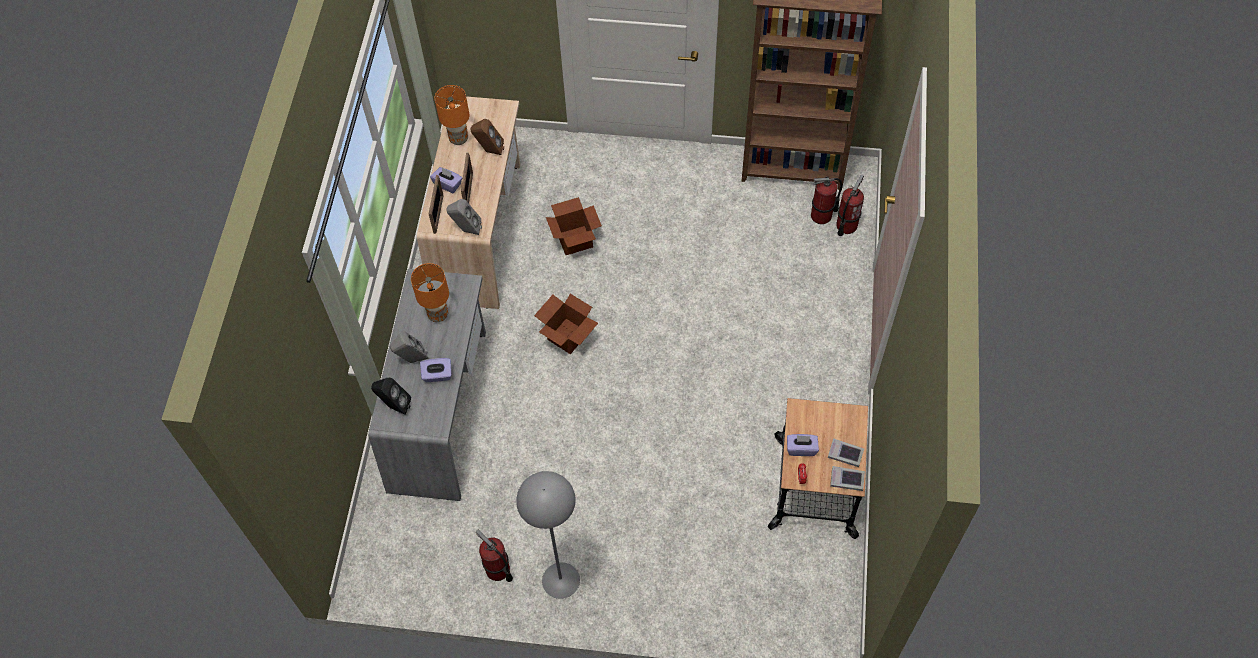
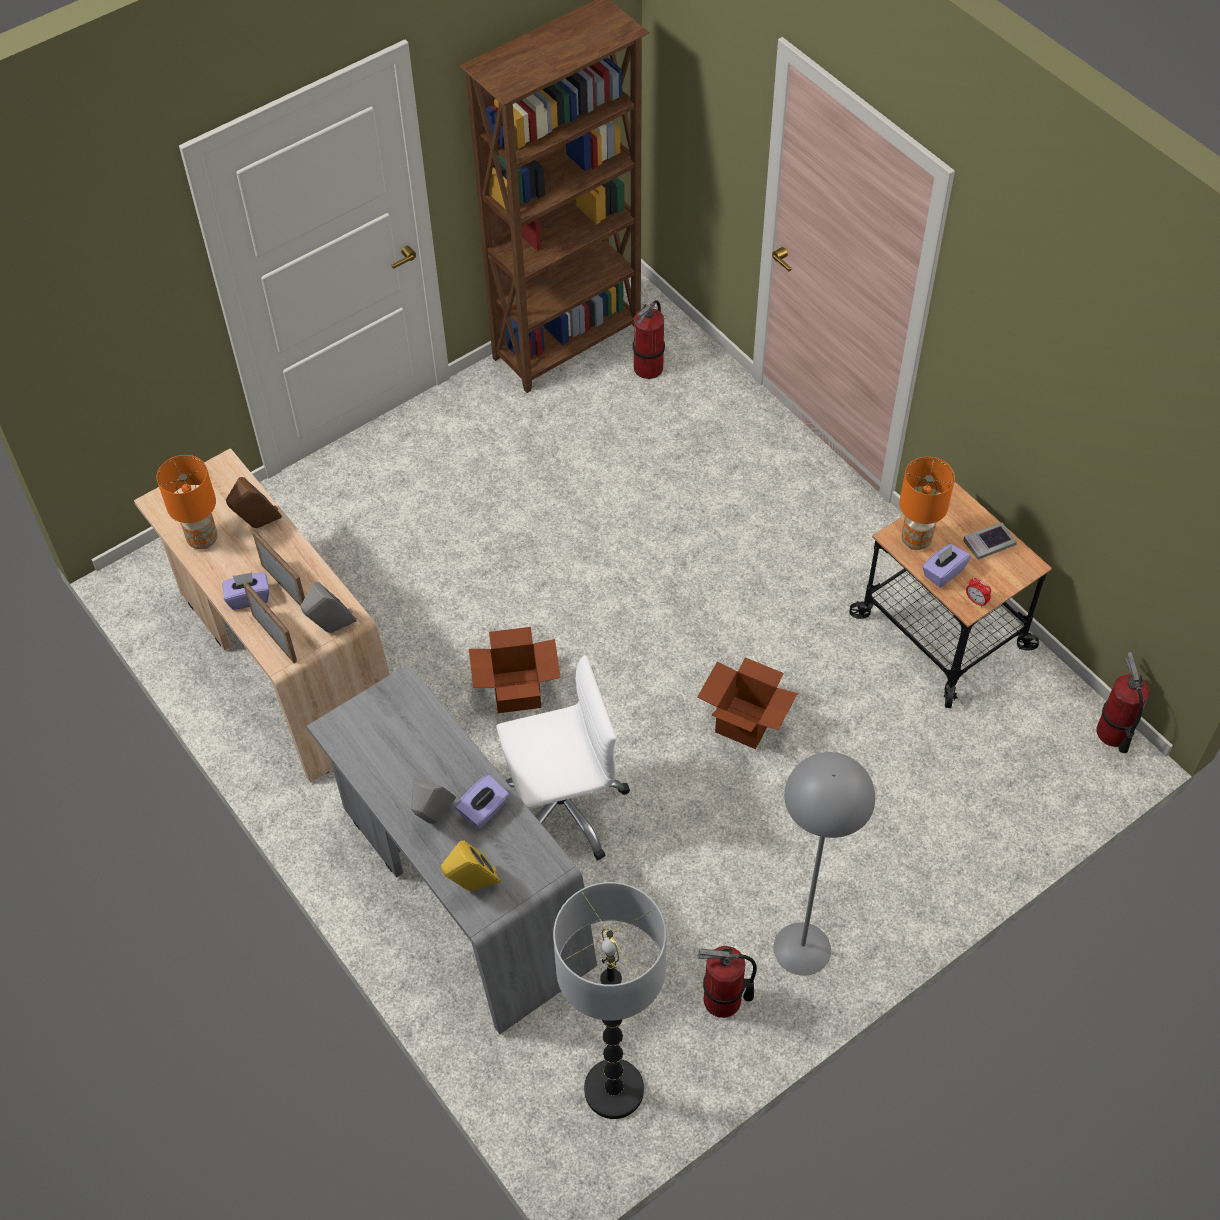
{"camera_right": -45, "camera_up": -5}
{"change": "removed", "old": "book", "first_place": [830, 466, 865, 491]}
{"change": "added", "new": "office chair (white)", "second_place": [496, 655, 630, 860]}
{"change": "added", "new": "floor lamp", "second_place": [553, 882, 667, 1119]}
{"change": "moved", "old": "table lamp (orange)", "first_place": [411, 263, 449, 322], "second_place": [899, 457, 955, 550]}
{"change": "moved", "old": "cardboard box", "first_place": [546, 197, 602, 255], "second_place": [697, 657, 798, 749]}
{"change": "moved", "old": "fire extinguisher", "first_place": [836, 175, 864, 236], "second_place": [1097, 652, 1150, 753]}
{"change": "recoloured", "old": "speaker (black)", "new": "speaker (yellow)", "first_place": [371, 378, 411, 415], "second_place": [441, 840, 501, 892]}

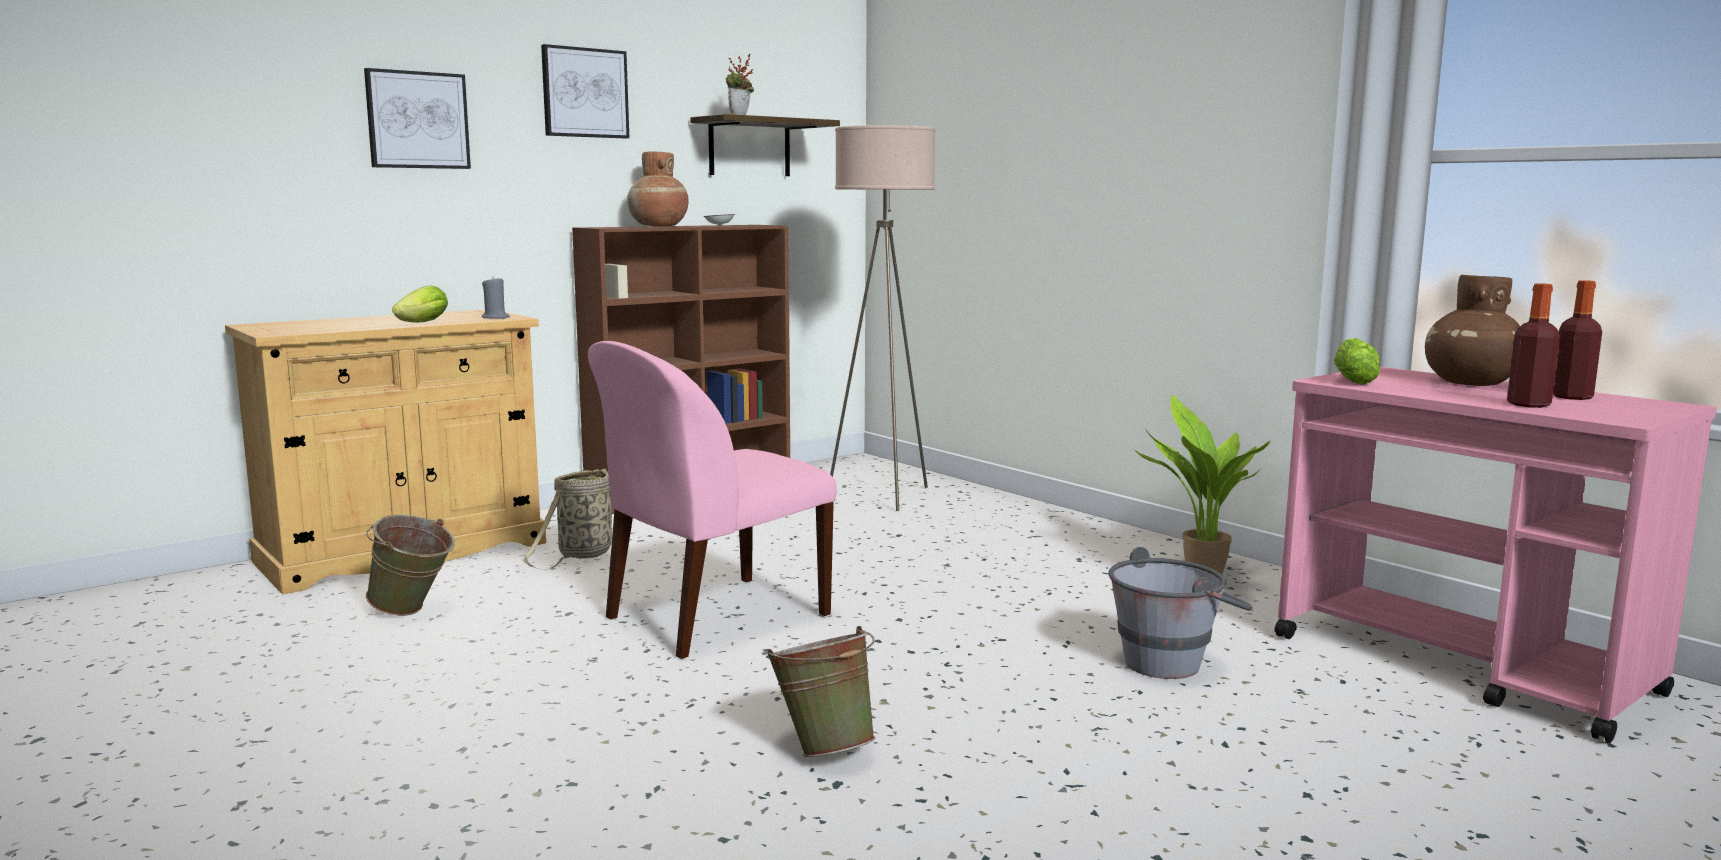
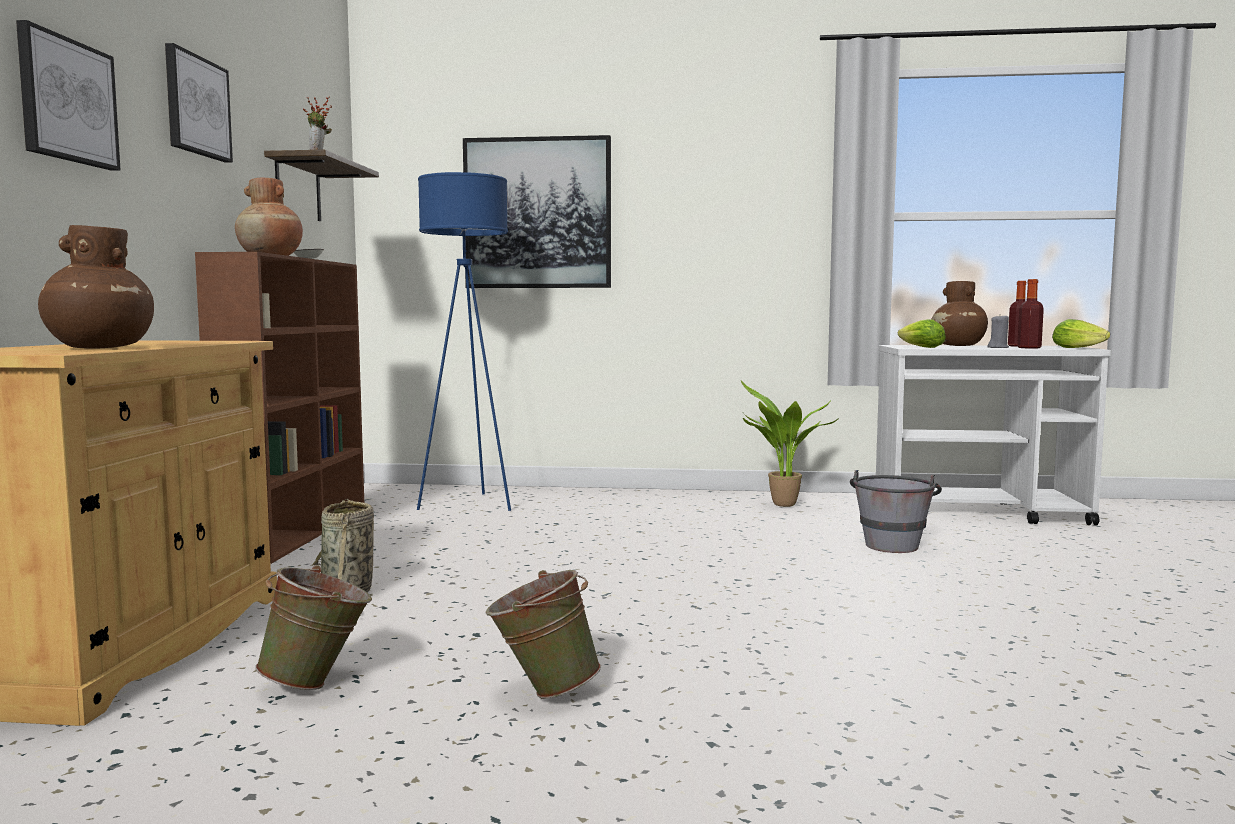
{"camera_right": -45, "camera_up": -5}
{"change": "removed", "old": "chair (pink)", "first_place": [588, 341, 837, 659]}
{"change": "added", "new": "vase (brown)", "second_place": [38, 225, 154, 349]}
{"change": "added", "new": "picture", "second_place": [463, 135, 611, 288]}
{"change": "moved", "old": "lettuce", "first_place": [392, 285, 448, 323], "second_place": [1052, 319, 1110, 348]}
{"change": "moved", "old": "candle (grey)", "first_place": [482, 276, 510, 319], "second_place": [987, 315, 1009, 348]}
{"change": "moved", "old": "bucket (green)", "first_place": [766, 626, 875, 757], "second_place": [486, 570, 601, 699]}
{"change": "recoloured", "old": "floor lamp (beige)", "new": "floor lamp (blue)", "first_place": [830, 125, 936, 511], "second_place": [417, 172, 511, 511]}
{"change": "recoloured", "old": "cart (pink)", "new": "cart (white)", "first_place": [1274, 367, 1717, 743], "second_place": [876, 345, 1111, 526]}

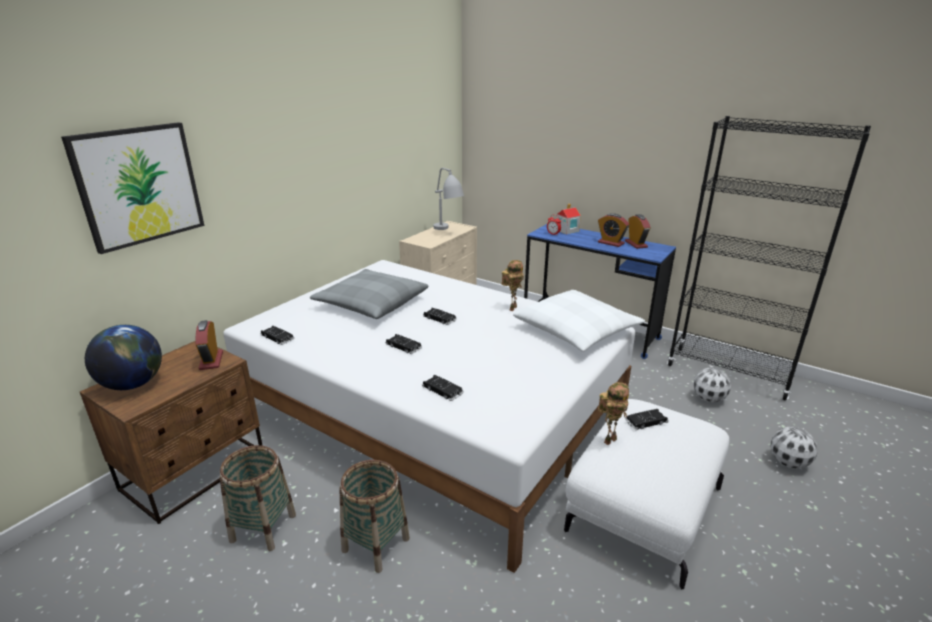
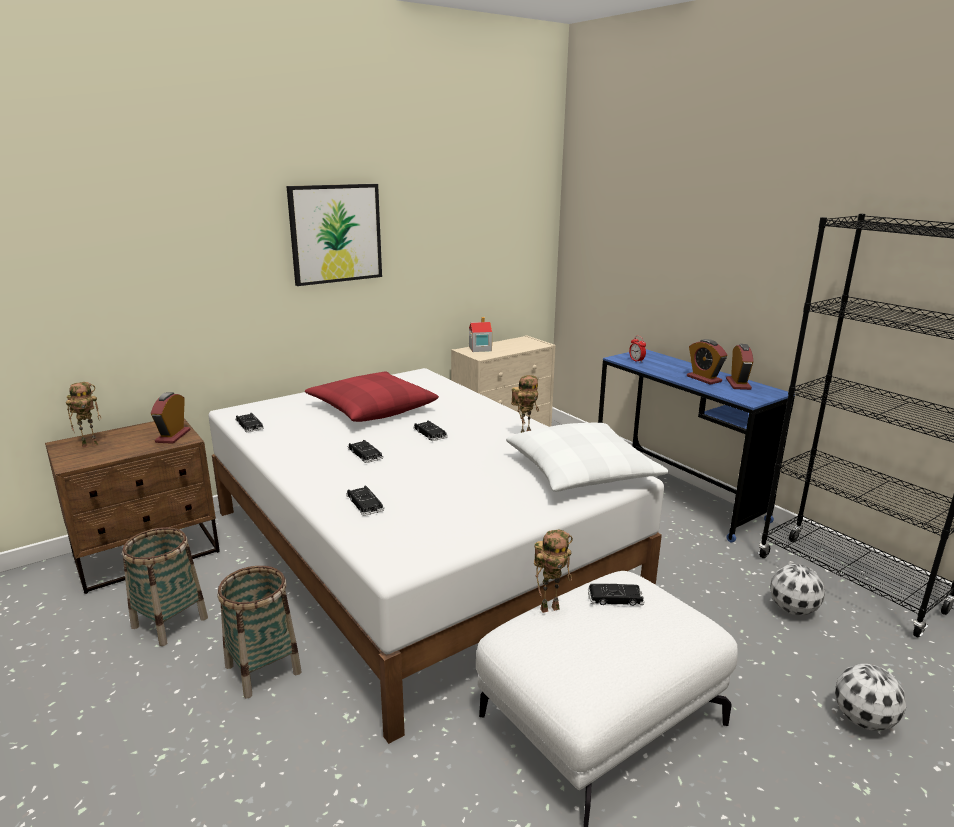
{"camera_right": 20, "camera_up": -5}
{"change": "removed", "old": "table lamp (grey)", "first_place": [434, 168, 464, 230]}
{"change": "moved", "old": "picture", "first_place": [61, 122, 205, 254], "second_place": [286, 184, 382, 286]}
{"change": "moved", "old": "toy house", "first_place": [557, 204, 581, 234], "second_place": [469, 317, 492, 352]}
{"change": "replaced", "old": "globe", "new": "toy robot", "first_place": [85, 325, 162, 390], "second_place": [66, 382, 101, 448]}
{"change": "recoloured", "old": "pillow (grey)", "new": "pillow (red)", "first_place": [310, 269, 429, 319], "second_place": [305, 371, 439, 422]}

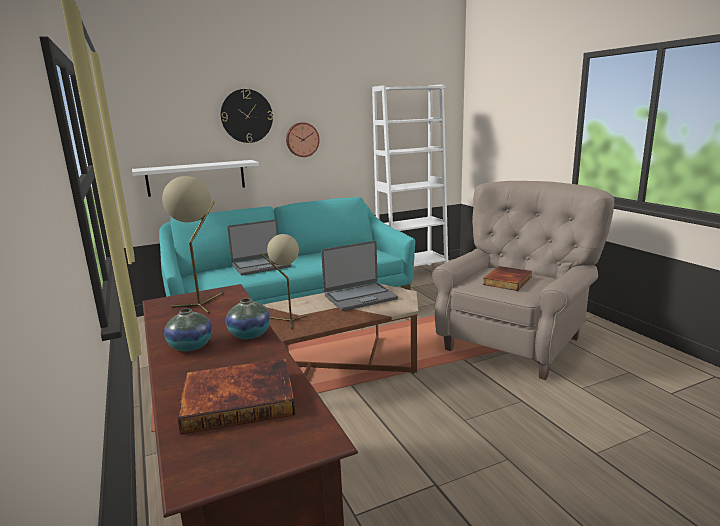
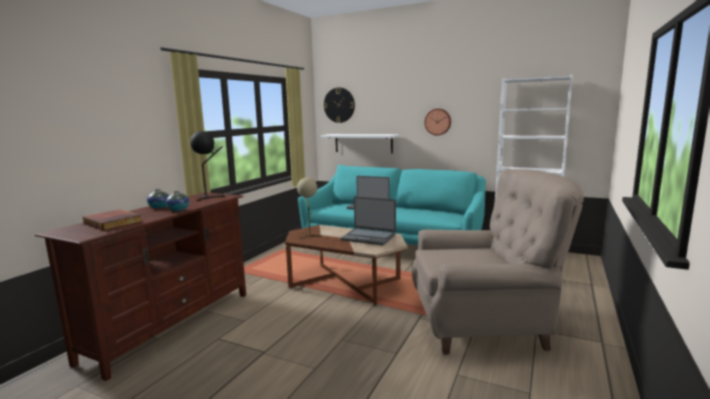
{"camera_right": 50, "camera_up": -5}
{"change": "removed", "old": "book", "first_place": [483, 266, 532, 291]}
{"change": "moved", "old": "wall clock", "first_place": [221, 89, 273, 143], "second_place": [323, 88, 355, 123]}
{"change": "recoloured", "old": "table lamp (beige)", "new": "table lamp (black)", "first_place": [162, 176, 224, 314], "second_place": [190, 131, 225, 201]}

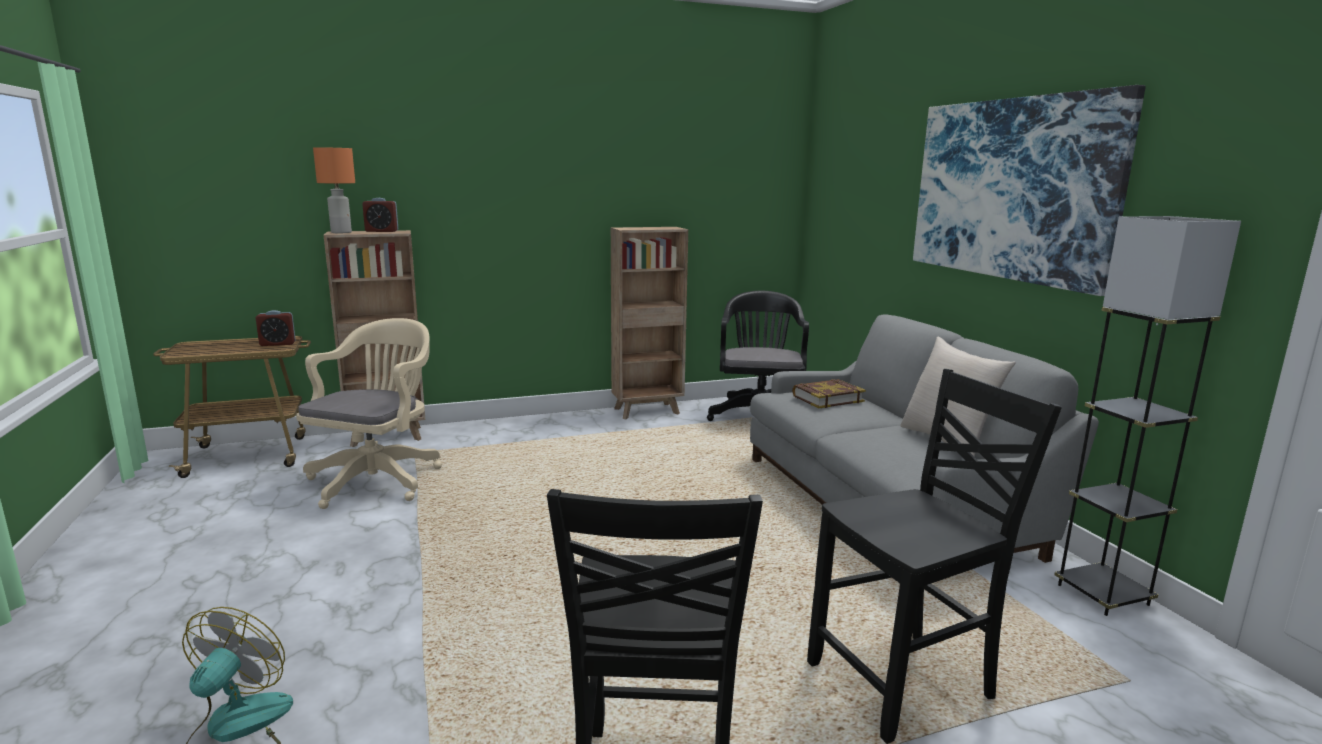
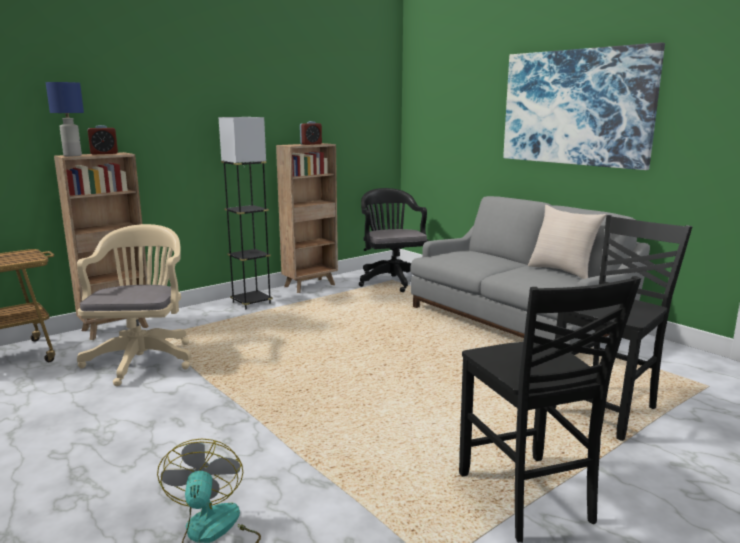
{"camera_right": -20, "camera_up": 0}
{"change": "removed", "old": "book", "first_place": [792, 379, 866, 409]}
{"change": "moved", "old": "alarm clock", "first_place": [256, 310, 296, 346], "second_place": [300, 121, 322, 145]}
{"change": "moved", "old": "floor lamp (grey)", "first_place": [1054, 216, 1241, 616], "second_place": [218, 117, 273, 309]}
{"change": "recoloured", "old": "table lamp (orange)", "new": "table lamp (blue)", "first_place": [313, 147, 355, 233], "second_place": [46, 82, 84, 156]}

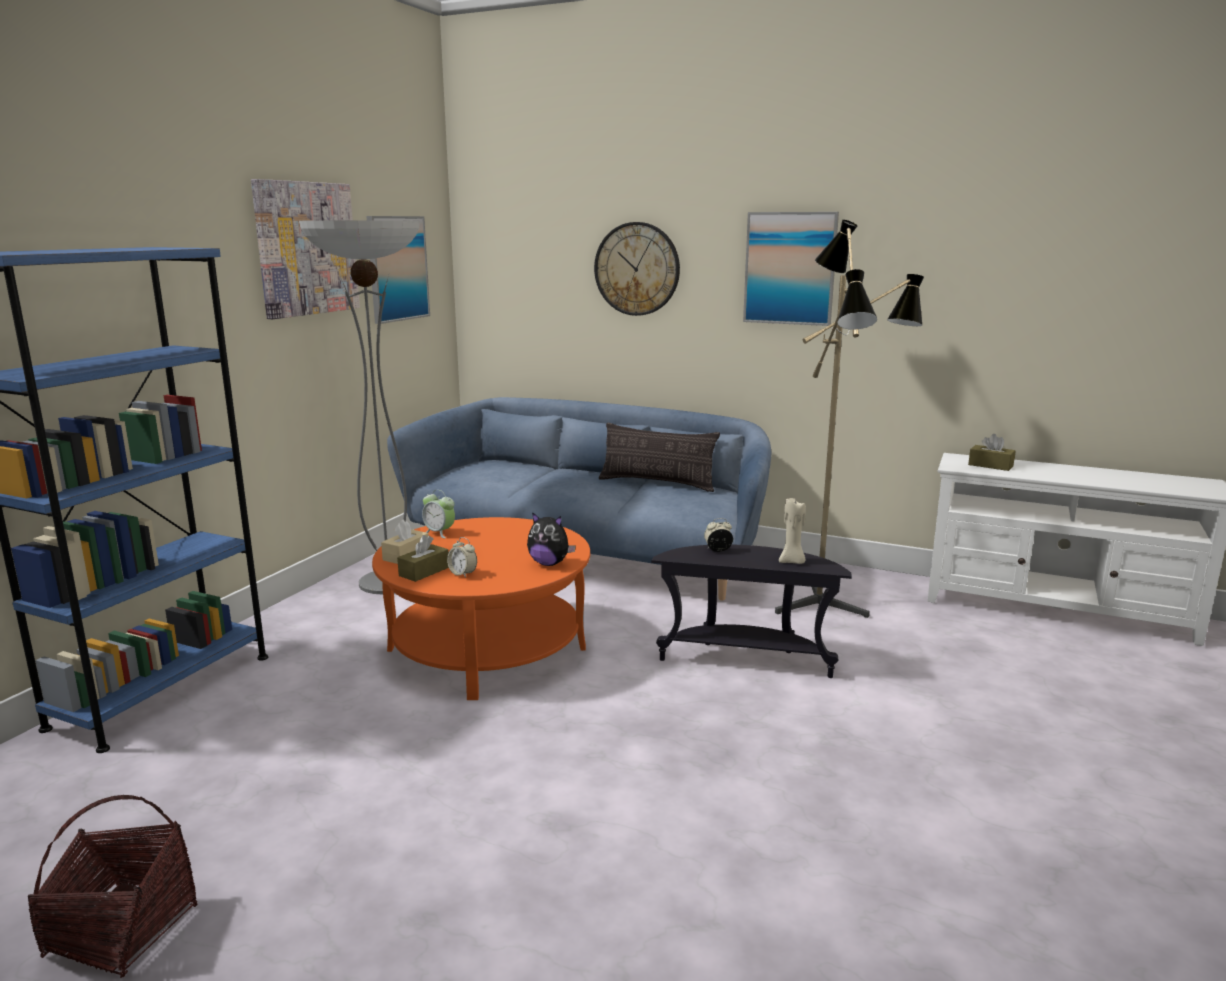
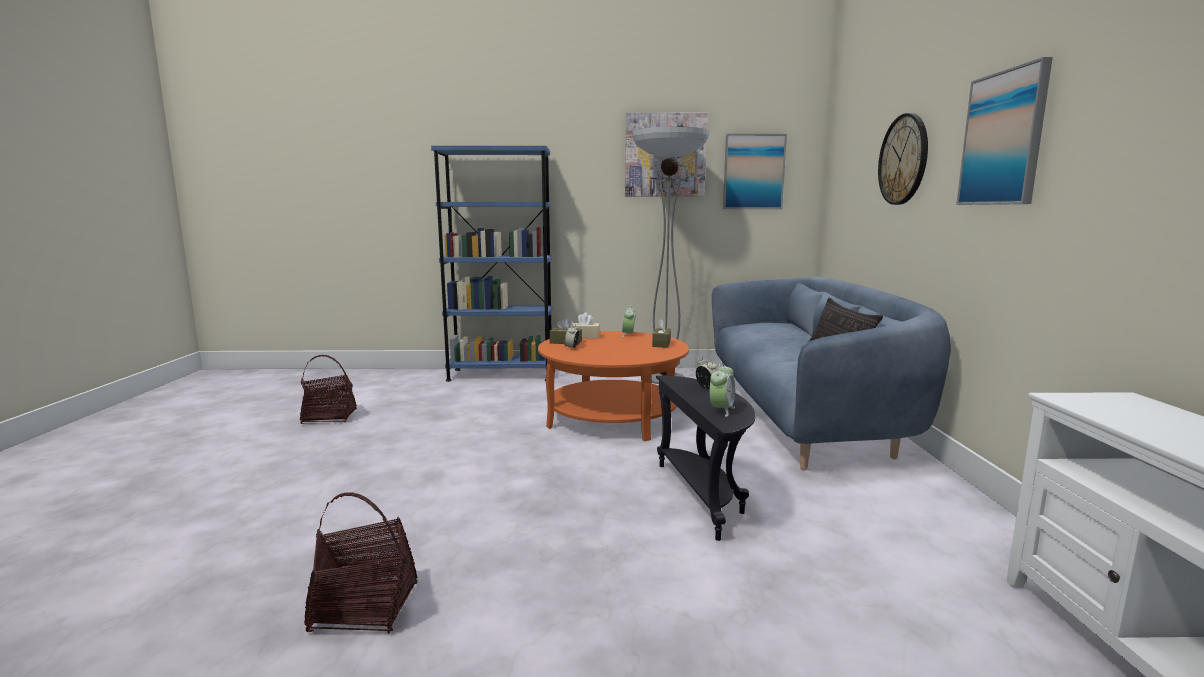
{"camera_right": 65, "camera_up": -5}
{"change": "removed", "old": "plush toy", "first_place": [527, 512, 576, 566]}
{"change": "removed", "old": "floor lamp", "first_place": [775, 220, 924, 618]}
{"change": "added", "new": "basket", "second_place": [304, 492, 417, 634]}
{"change": "moved", "old": "tissue box (brown)", "first_place": [968, 434, 1016, 471], "second_place": [652, 319, 671, 348]}
{"change": "replaced", "old": "candle (beige)", "new": "alarm clock", "first_place": [779, 498, 806, 564], "second_place": [710, 362, 735, 417]}

